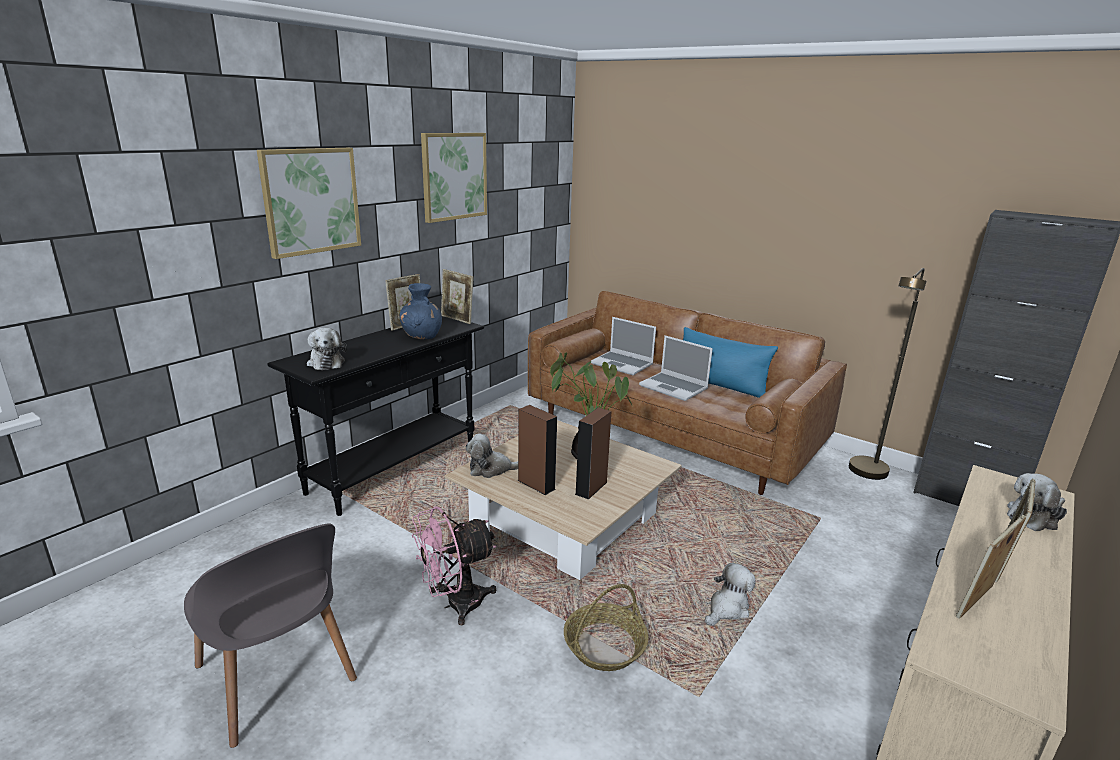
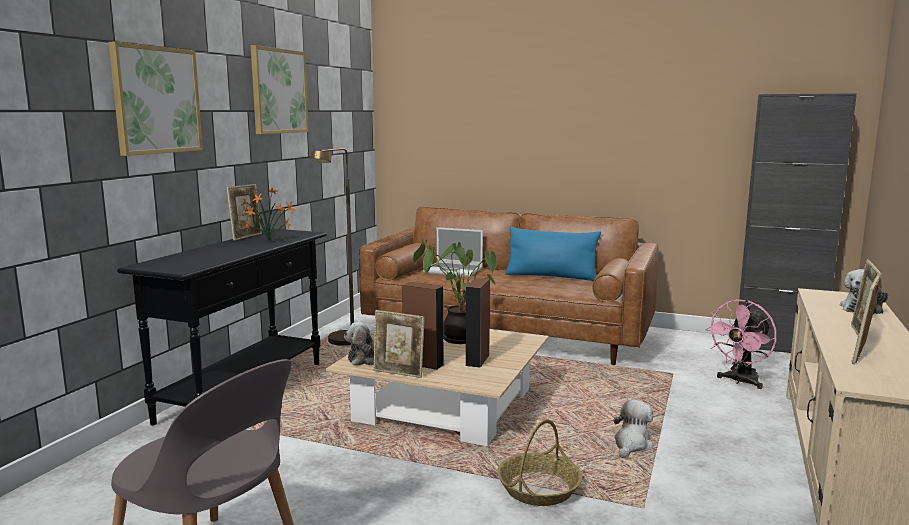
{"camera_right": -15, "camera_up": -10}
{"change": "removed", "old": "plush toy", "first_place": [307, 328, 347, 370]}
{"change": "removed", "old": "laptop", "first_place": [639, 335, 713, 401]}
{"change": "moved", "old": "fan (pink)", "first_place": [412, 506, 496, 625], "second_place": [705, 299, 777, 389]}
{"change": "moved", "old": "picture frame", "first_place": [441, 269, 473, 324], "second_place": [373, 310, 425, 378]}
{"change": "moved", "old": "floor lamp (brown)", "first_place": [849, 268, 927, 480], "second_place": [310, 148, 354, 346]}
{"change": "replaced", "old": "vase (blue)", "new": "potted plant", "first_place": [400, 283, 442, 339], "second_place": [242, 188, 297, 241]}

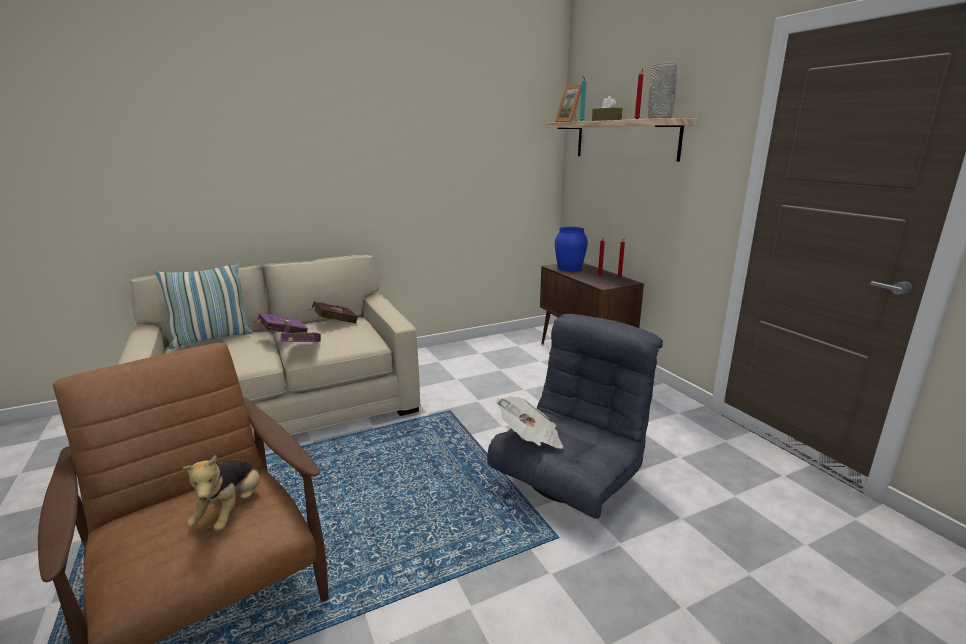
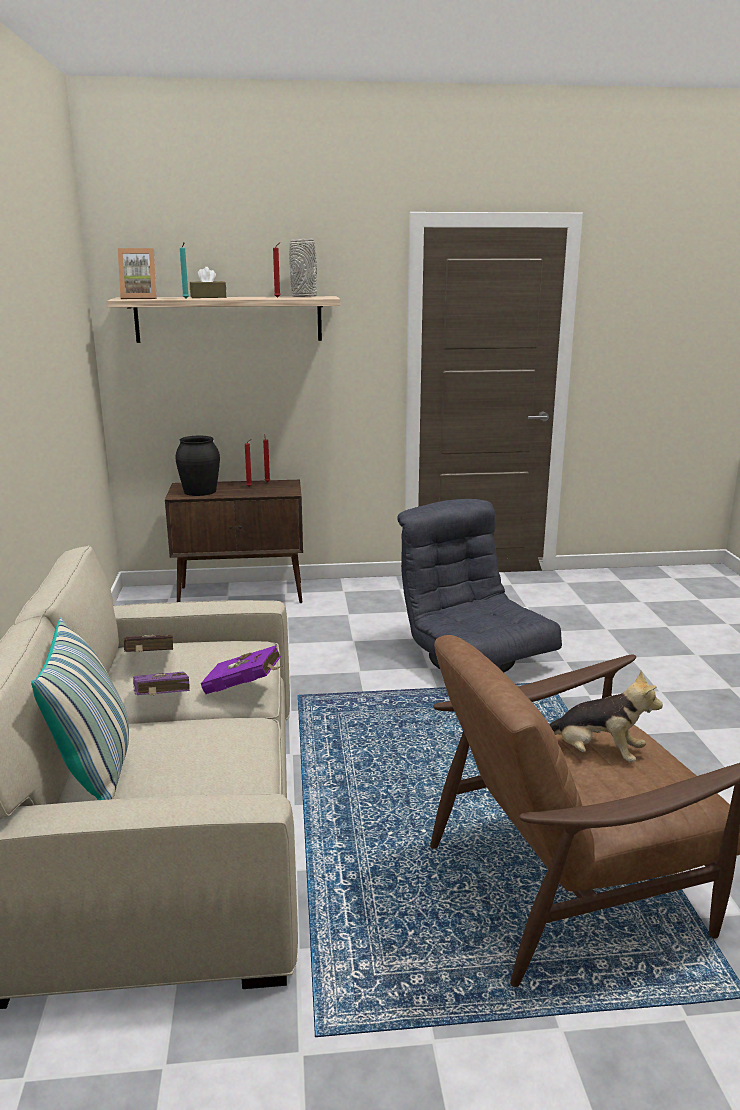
{"camera_right": -70, "camera_up": 0}
{"change": "removed", "old": "newspaper", "first_place": [496, 396, 563, 449]}
{"change": "recoloured", "old": "vase (blue)", "new": "vase (black)", "first_place": [555, 227, 588, 272], "second_place": [175, 436, 220, 496]}

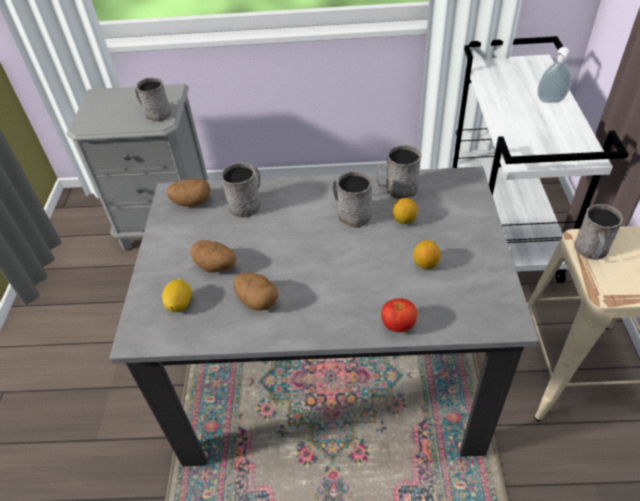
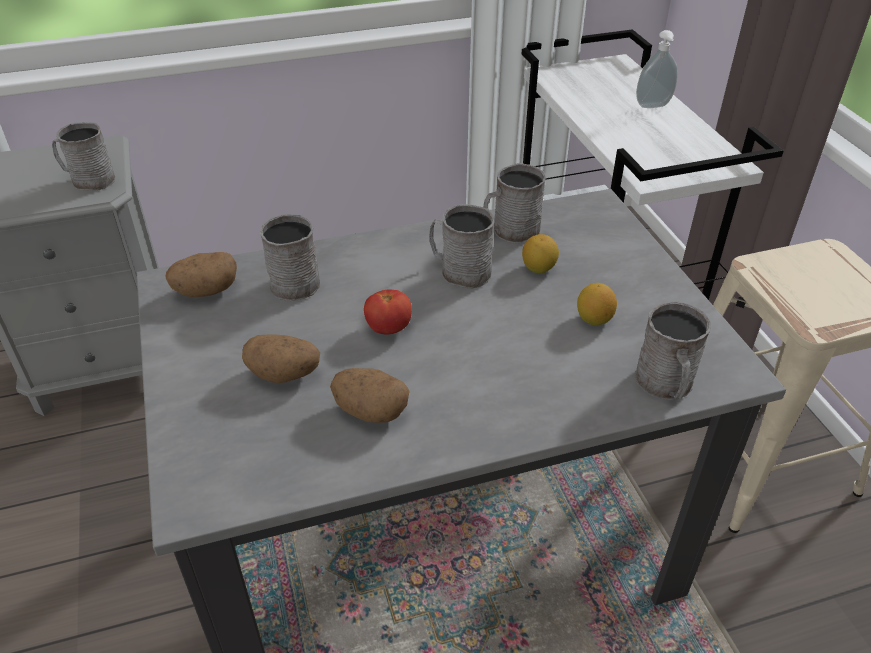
{"camera_right": -20, "camera_up": -5}
{"change": "removed", "old": "lemon", "first_place": [162, 278, 191, 312]}
{"change": "moved", "old": "tomato", "first_place": [381, 298, 417, 332], "second_place": [364, 289, 412, 335]}
{"change": "moved", "old": "mug (grey)", "first_place": [574, 204, 623, 260], "second_place": [635, 302, 711, 400]}

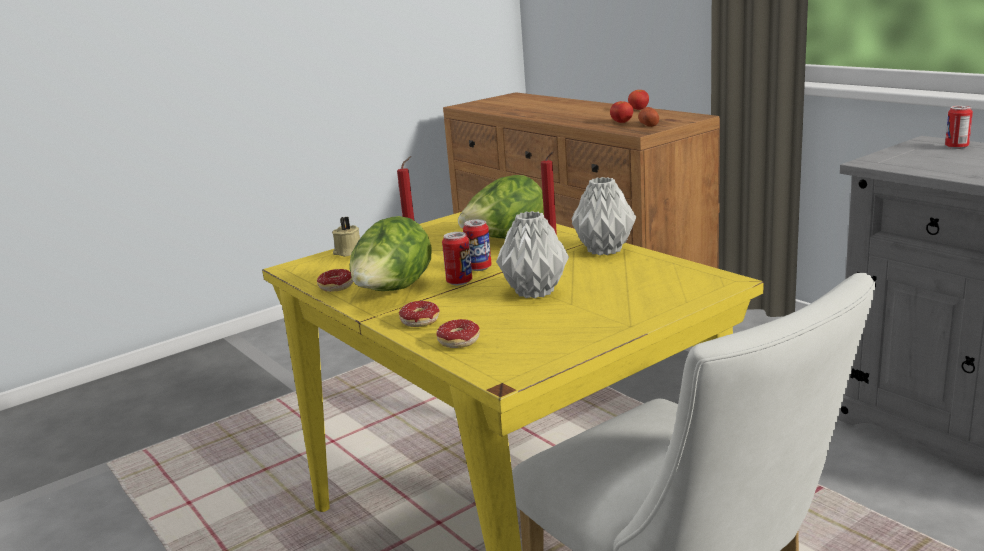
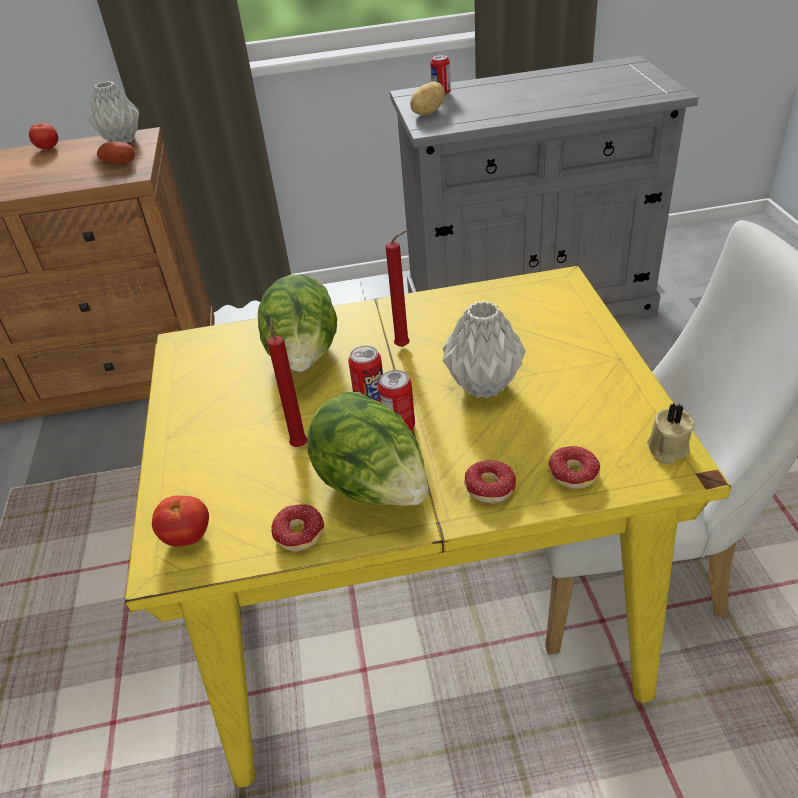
{"camera_right": -60, "camera_up": 20}
{"change": "added", "new": "potato", "second_place": [410, 81, 445, 115]}
{"change": "moved", "old": "candle (beige)", "first_place": [332, 217, 360, 257], "second_place": [647, 403, 695, 464]}
{"change": "moved", "old": "vase (grey)", "first_place": [571, 177, 636, 255], "second_place": [88, 81, 139, 144]}
{"change": "moved", "old": "tomato", "first_place": [610, 101, 633, 123], "second_place": [152, 495, 209, 547]}

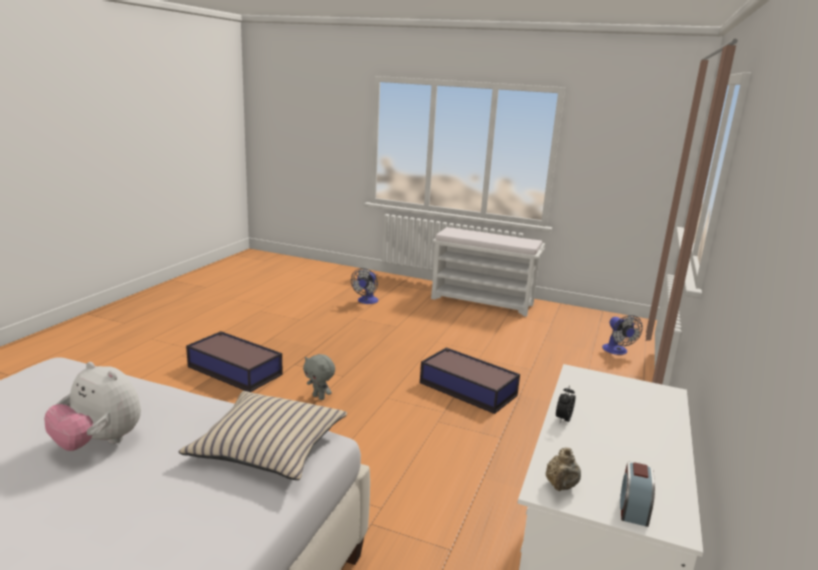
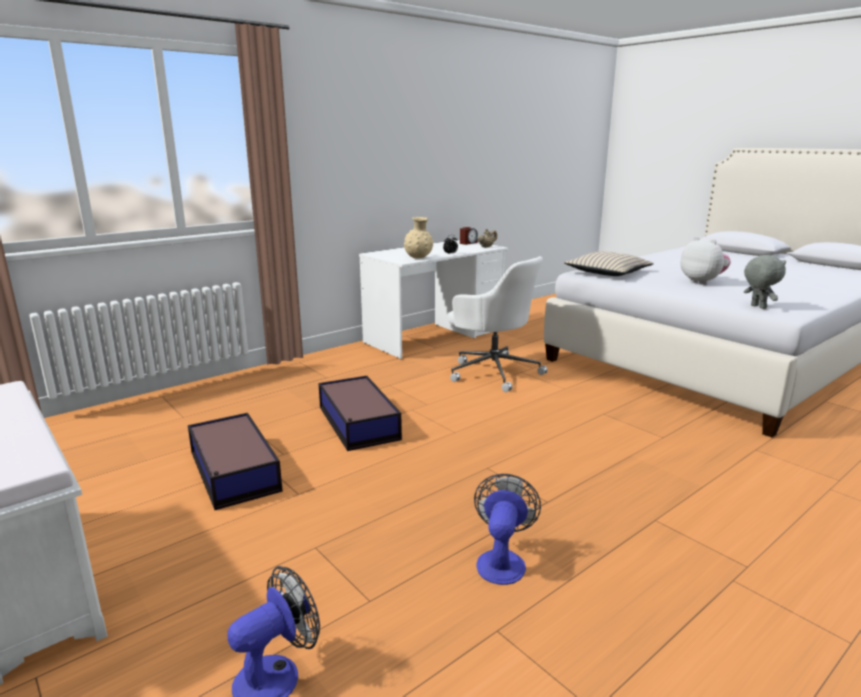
{"camera_right": -150, "camera_up": 0}
{"change": "added", "new": "vase (beige)", "second_place": [404, 217, 433, 258]}
{"change": "added", "new": "office chair (white)", "second_place": [448, 256, 548, 392]}
{"change": "moved", "old": "storage box", "first_place": [186, 331, 283, 392], "second_place": [188, 413, 283, 510]}
{"change": "moved", "old": "plush toy (grey)", "first_place": [303, 354, 335, 400], "second_place": [744, 255, 786, 309]}
{"change": "moved", "old": "fan", "first_place": [602, 315, 643, 355], "second_place": [474, 474, 541, 585]}

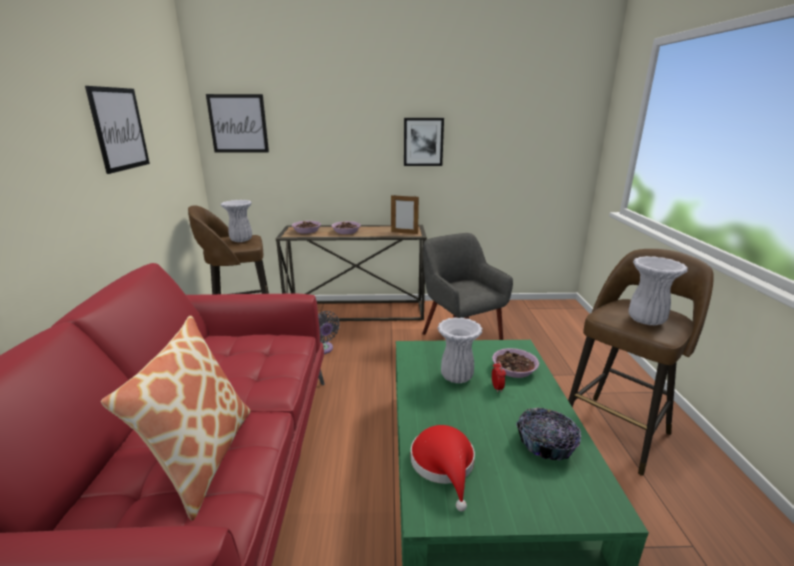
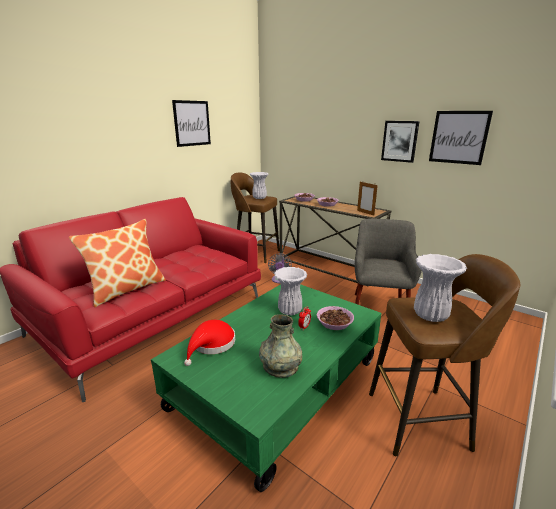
{"camera_right": 40, "camera_up": 0}
{"change": "moved", "old": "picture", "first_place": [206, 94, 269, 152], "second_place": [429, 111, 493, 165]}
{"change": "replaced", "old": "bowl", "new": "vase (grey)", "first_place": [516, 408, 581, 460], "second_place": [259, 314, 302, 378]}

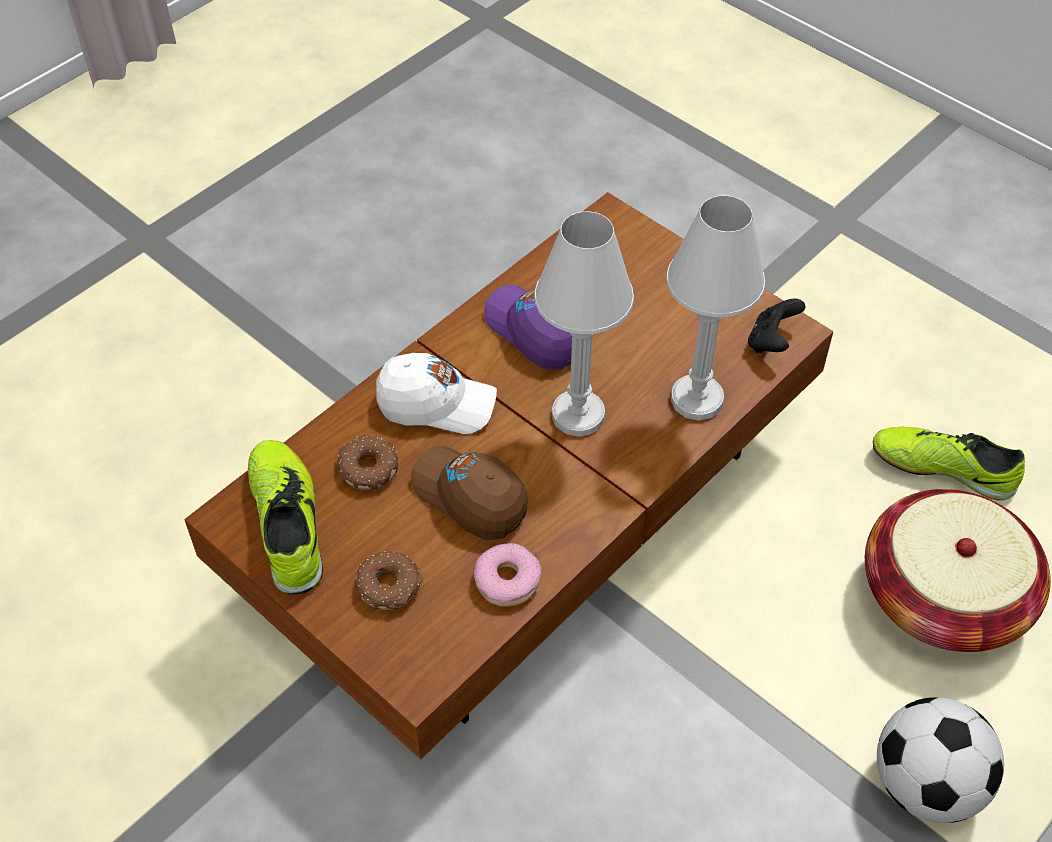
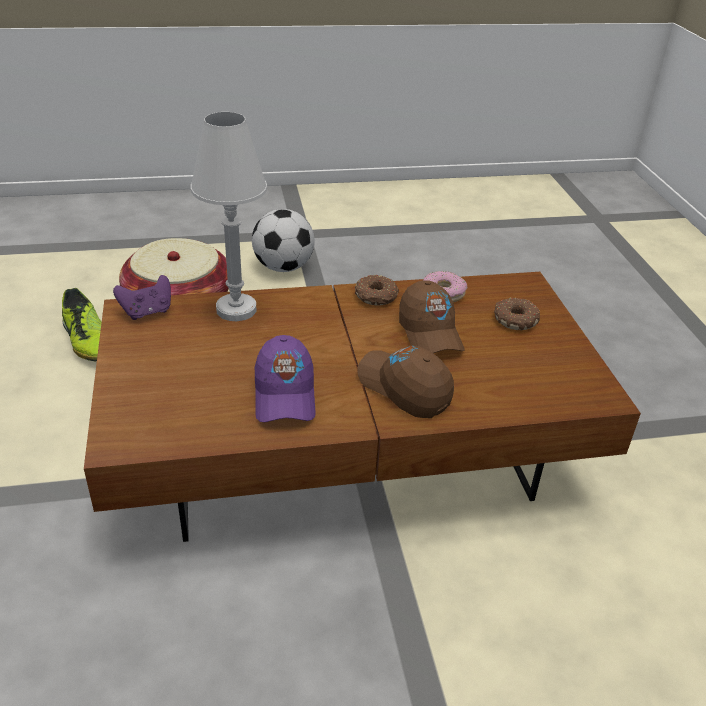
{"camera_right": -145, "camera_up": -15}
{"change": "removed", "old": "shoe", "first_place": [248, 440, 323, 594]}
{"change": "removed", "old": "table lamp (white)", "first_place": [534, 211, 634, 437]}
{"change": "moved", "old": "donut", "first_place": [337, 435, 398, 490], "second_place": [355, 275, 399, 306]}
{"change": "recoloured", "old": "cap (white)", "new": "cap (brown)", "first_place": [376, 353, 497, 434], "second_place": [357, 346, 454, 418]}
{"change": "recoloured", "old": "game controller (black)", "new": "game controller (purple)", "first_place": [748, 298, 805, 353], "second_place": [113, 275, 171, 320]}

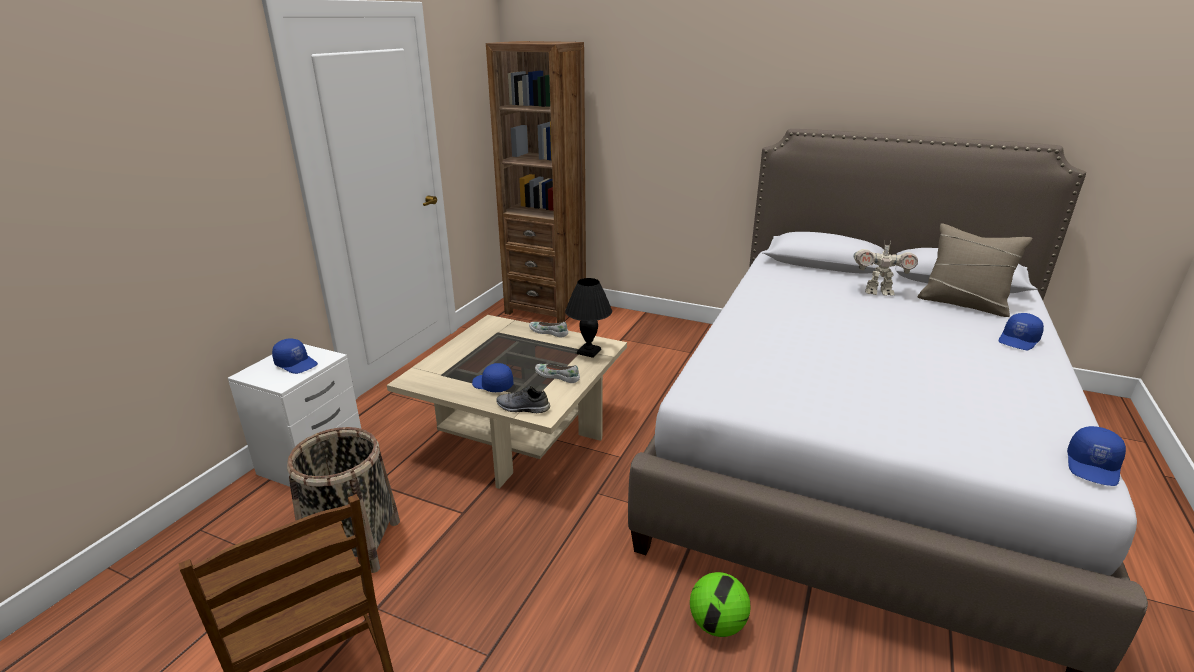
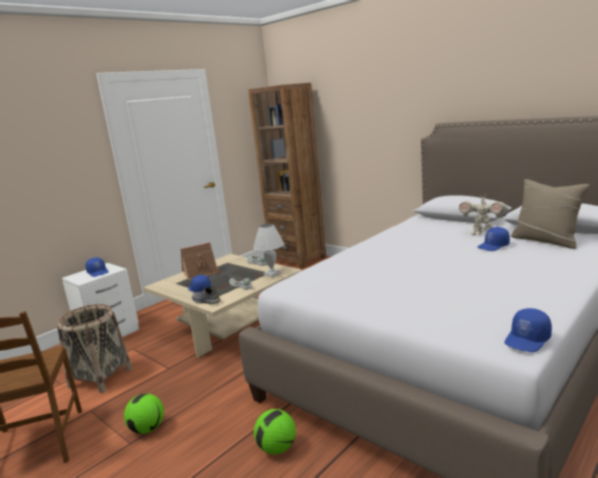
{"camera_right": 20, "camera_up": -10}
{"change": "added", "new": "football", "second_place": [124, 393, 164, 434]}
{"change": "added", "new": "toy house", "second_place": [180, 242, 223, 281]}
{"change": "moved", "old": "cap (blue)", "first_place": [999, 313, 1044, 350], "second_place": [477, 227, 510, 251]}
{"change": "recoloured", "old": "table lamp (black)", "new": "table lamp (white)", "first_place": [565, 278, 612, 358], "second_place": [253, 224, 284, 277]}

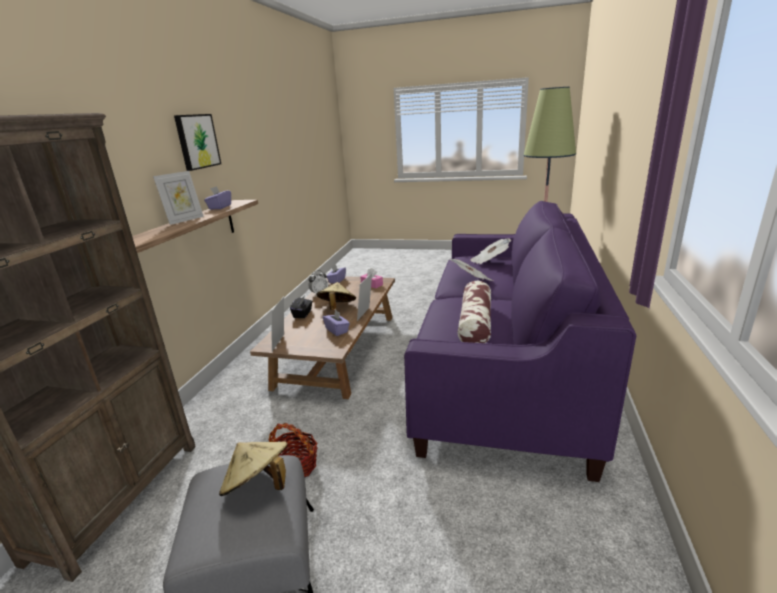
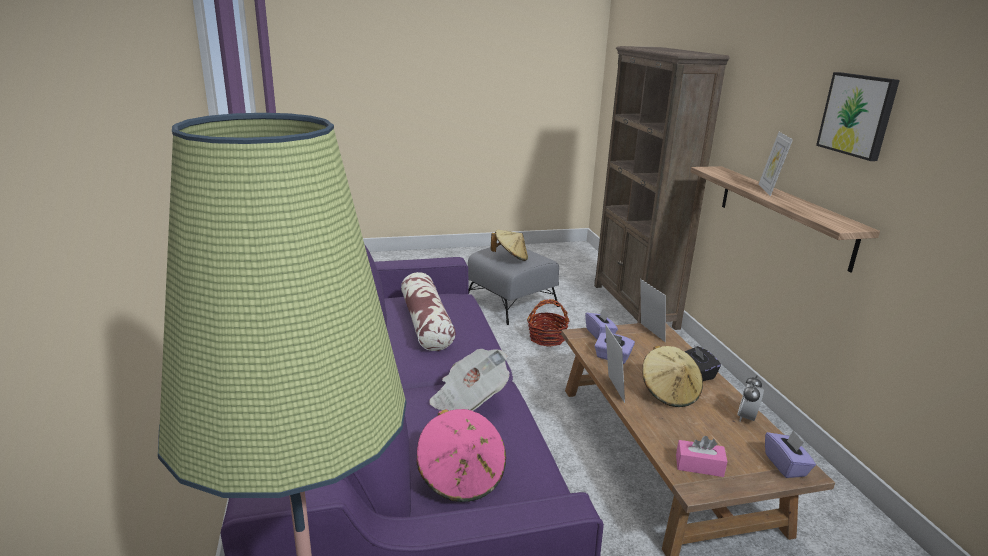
{"camera_right": 150, "camera_up": 0}
{"change": "moved", "old": "tissue box (purple)", "first_place": [204, 186, 231, 209], "second_place": [585, 309, 618, 339]}
{"change": "replaced", "old": "newspaper", "new": "hat (pink)", "first_place": [470, 239, 511, 264], "second_place": [417, 409, 506, 502]}

